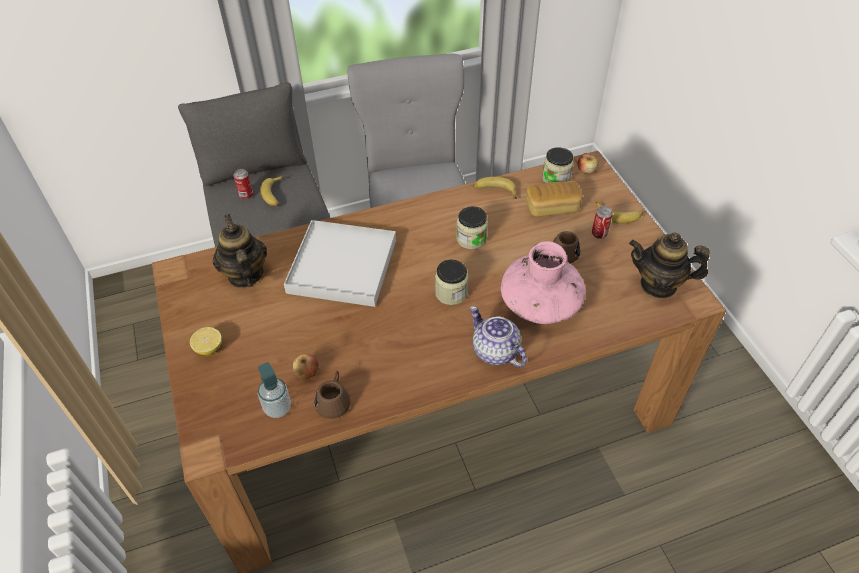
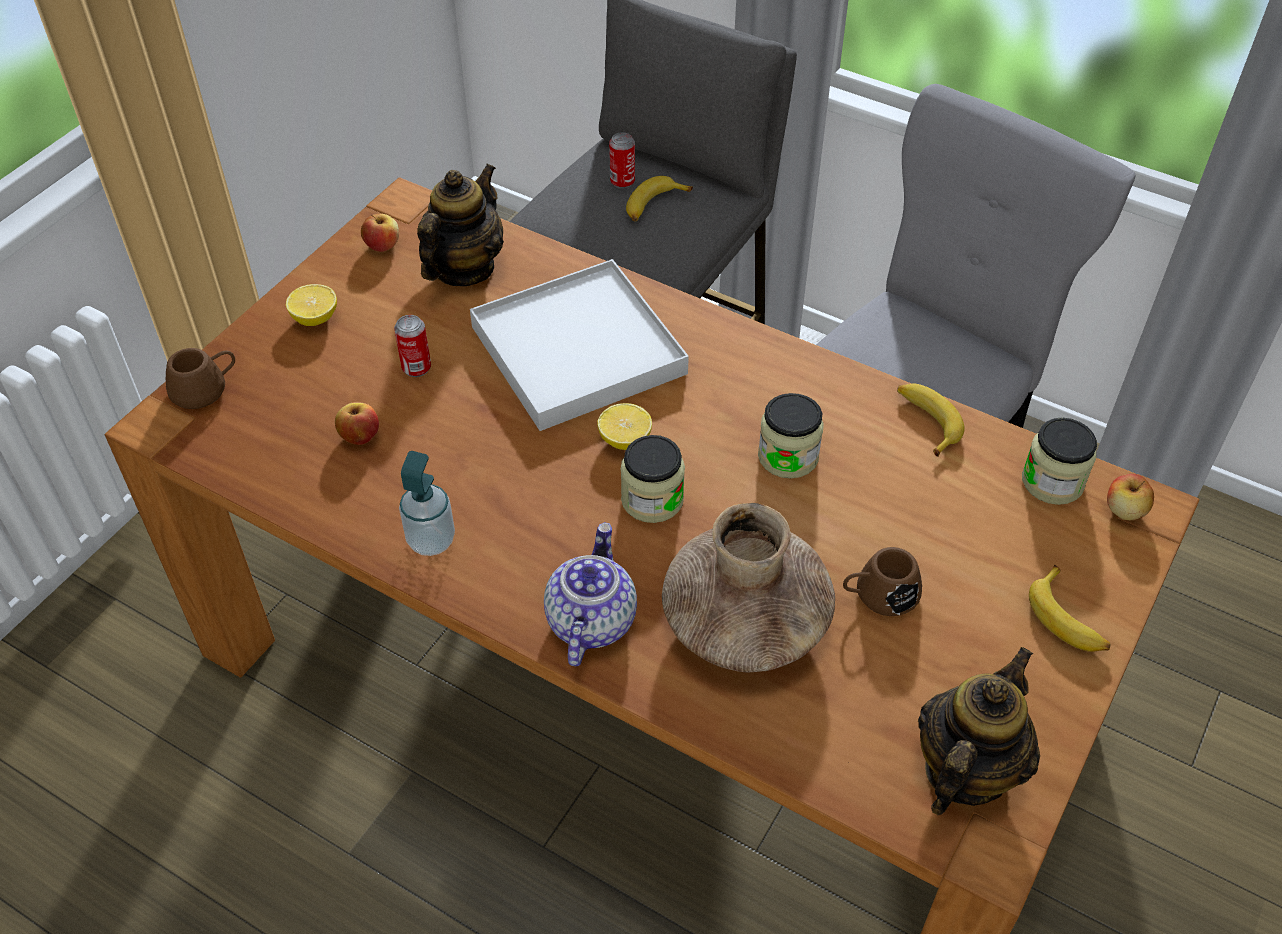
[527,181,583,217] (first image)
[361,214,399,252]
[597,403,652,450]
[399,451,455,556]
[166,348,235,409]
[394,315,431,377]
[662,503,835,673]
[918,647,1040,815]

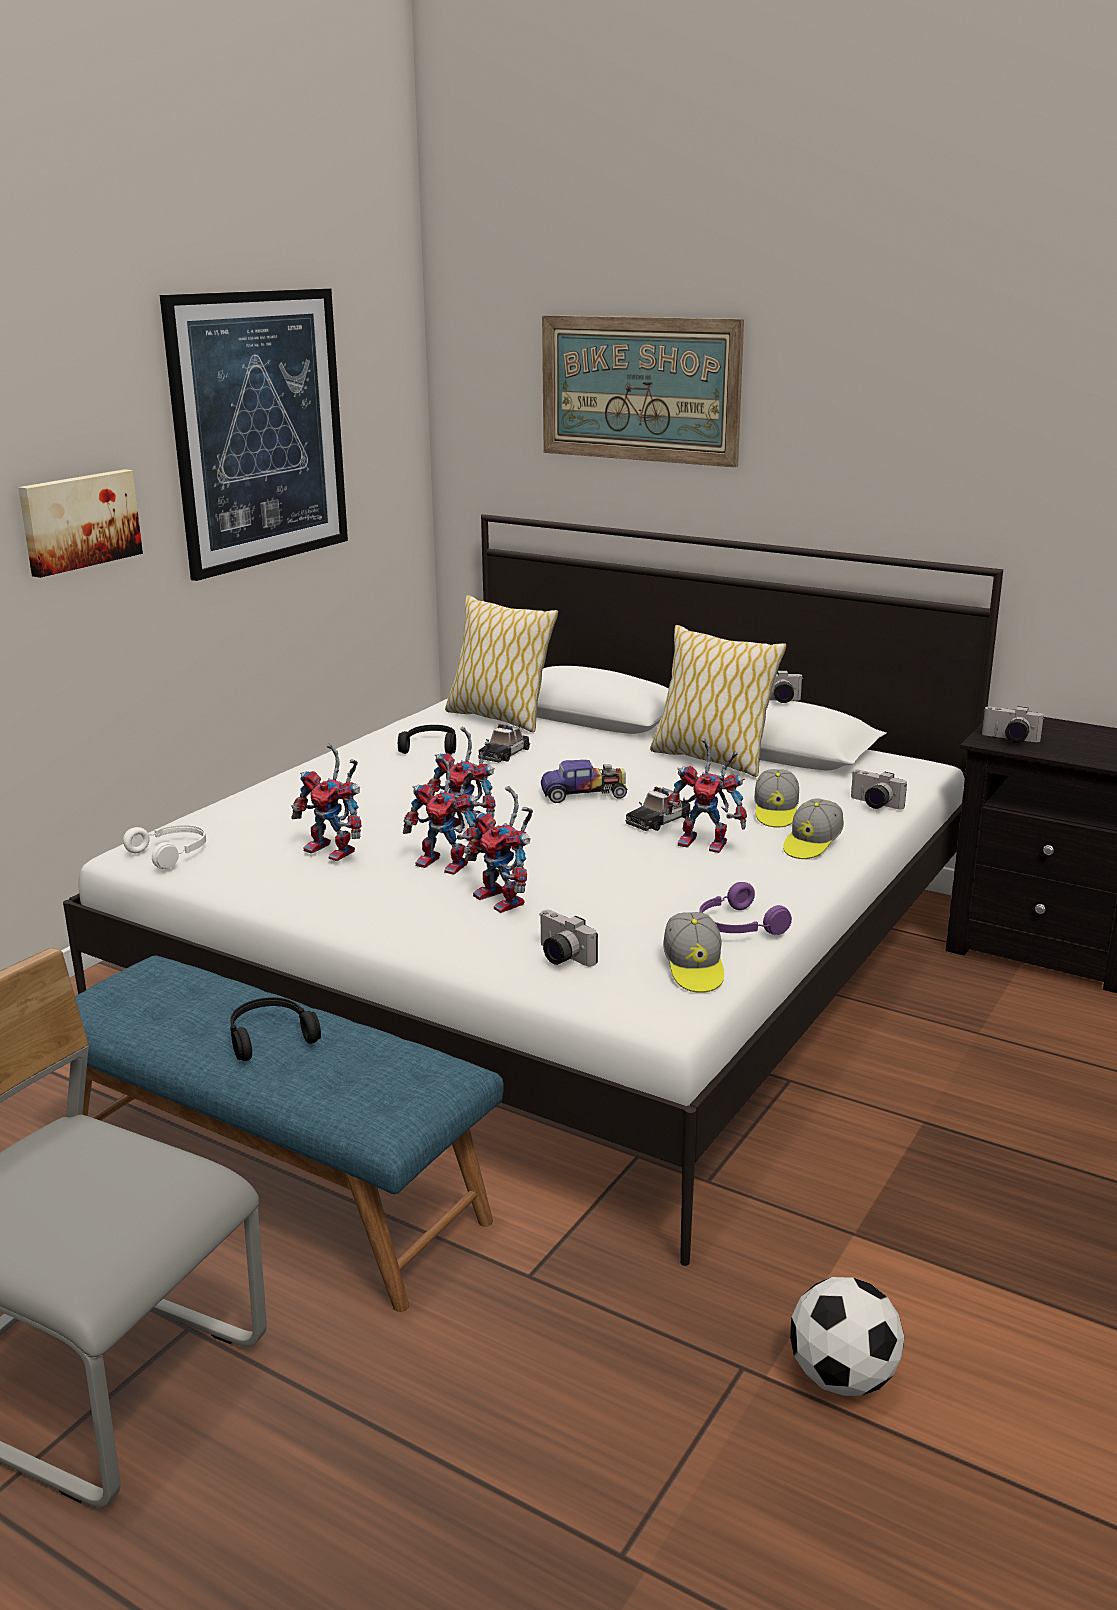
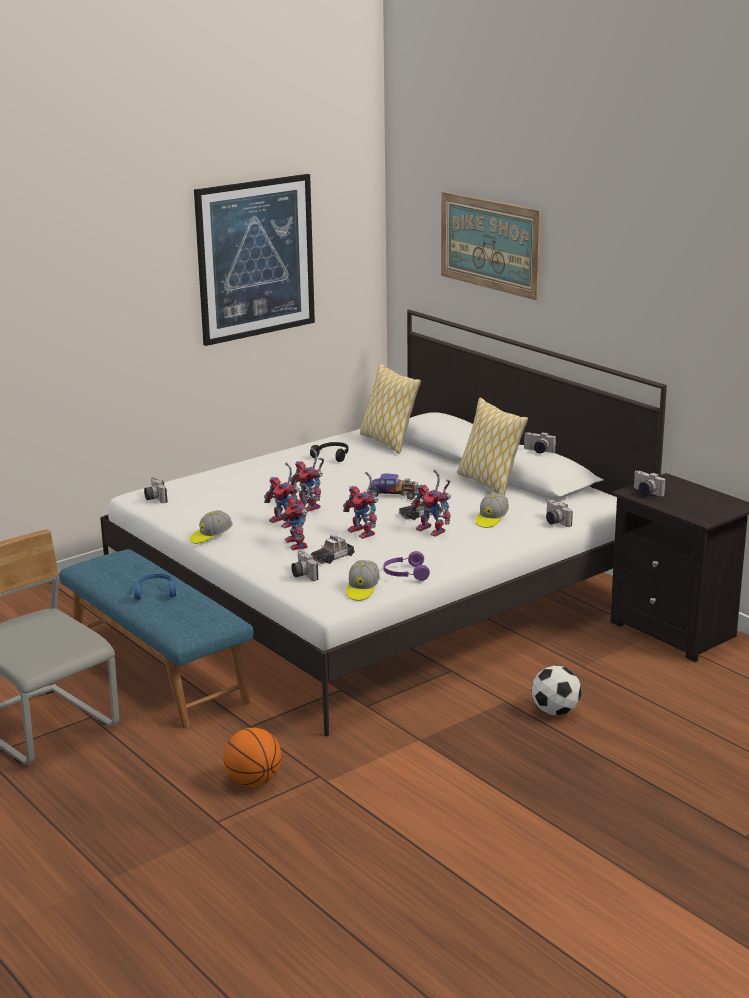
[18,469,143,578] (first image)
[223,728,282,787]
[343,472,380,539]
[311,536,355,564]
[189,510,233,544]
[532,666,581,715]
[144,477,168,503]
[134,574,176,600]

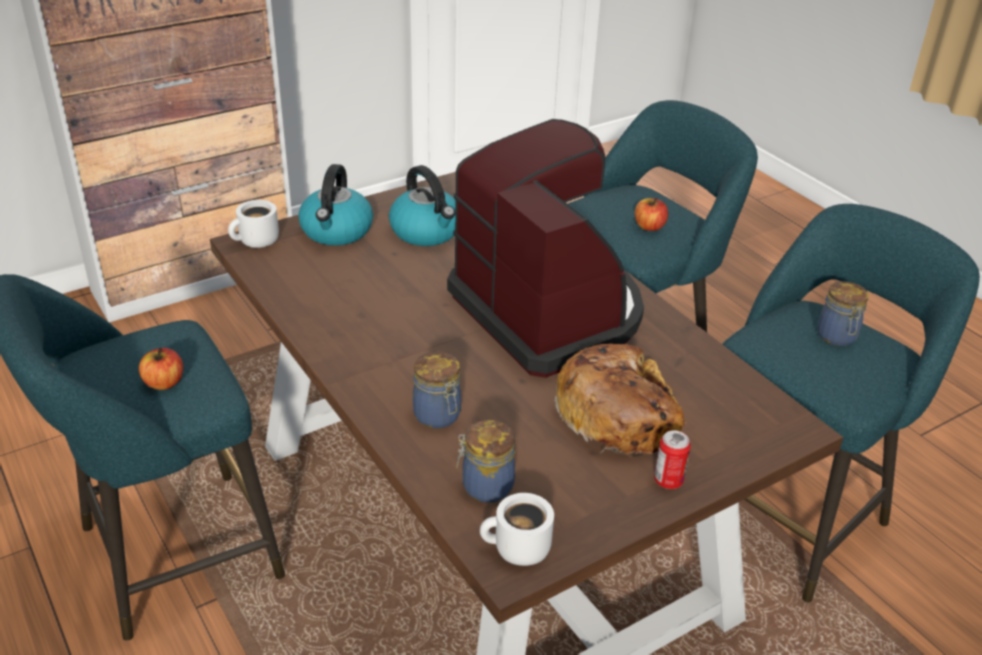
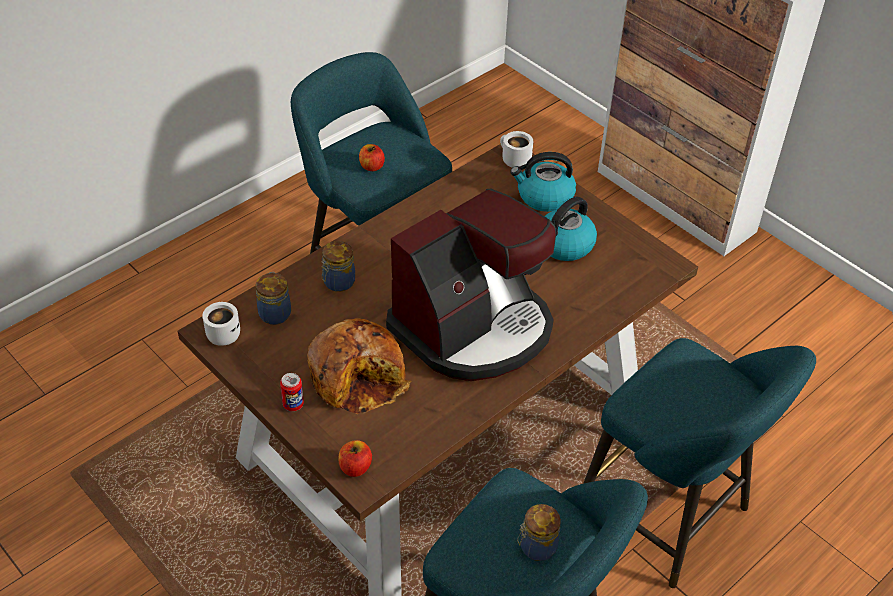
[338,440,372,477]

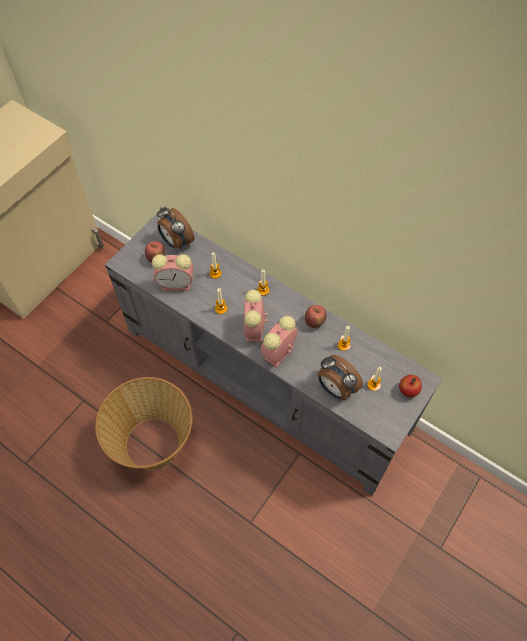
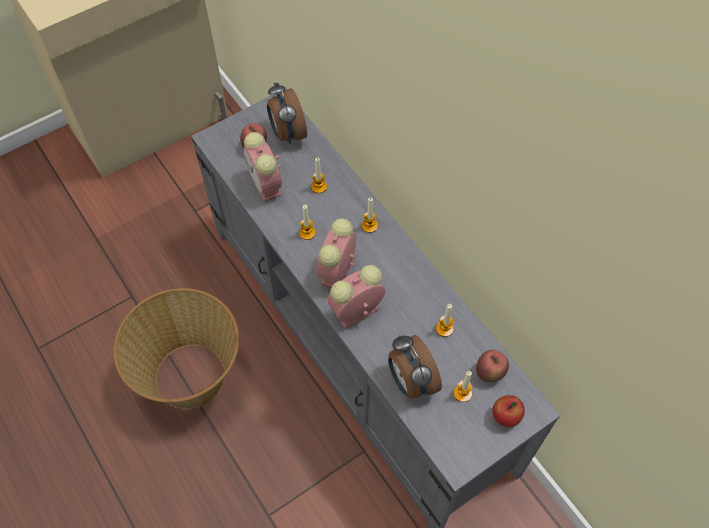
[476,350,509,382]
[243,132,282,202]

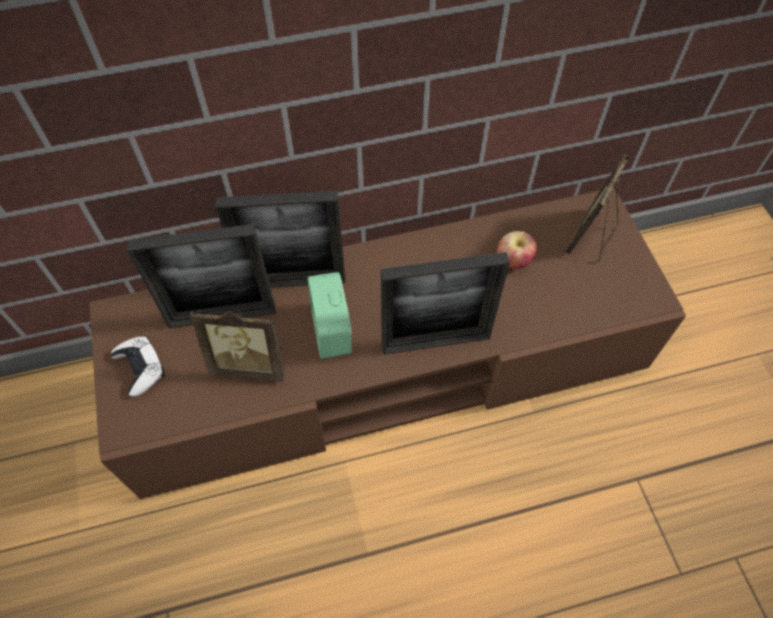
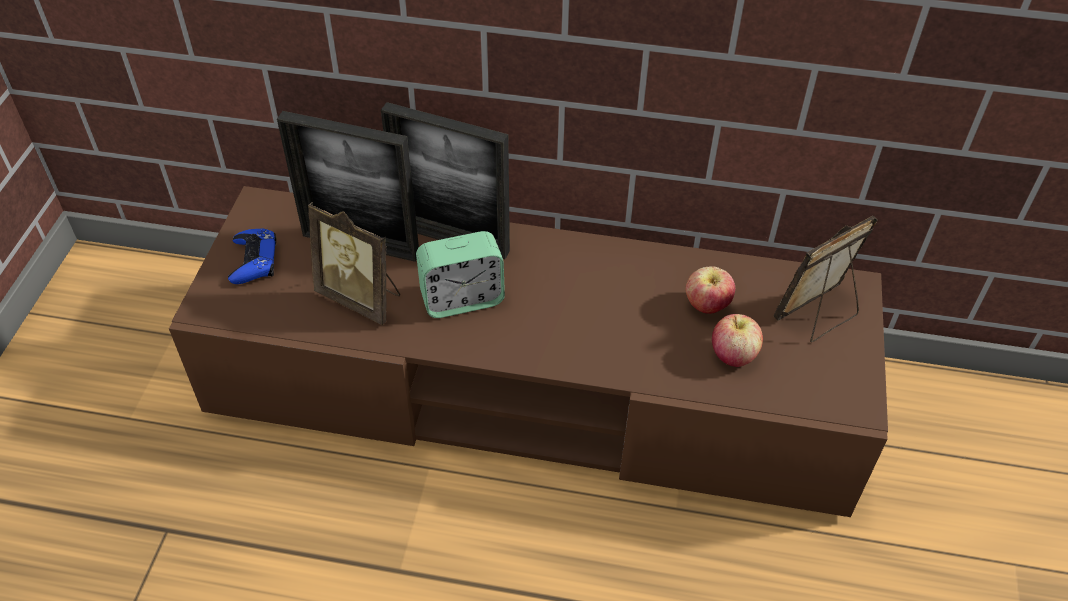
[381,252,510,355] (first image)
[712,314,763,367]
[228,229,276,284]
[416,231,505,318]

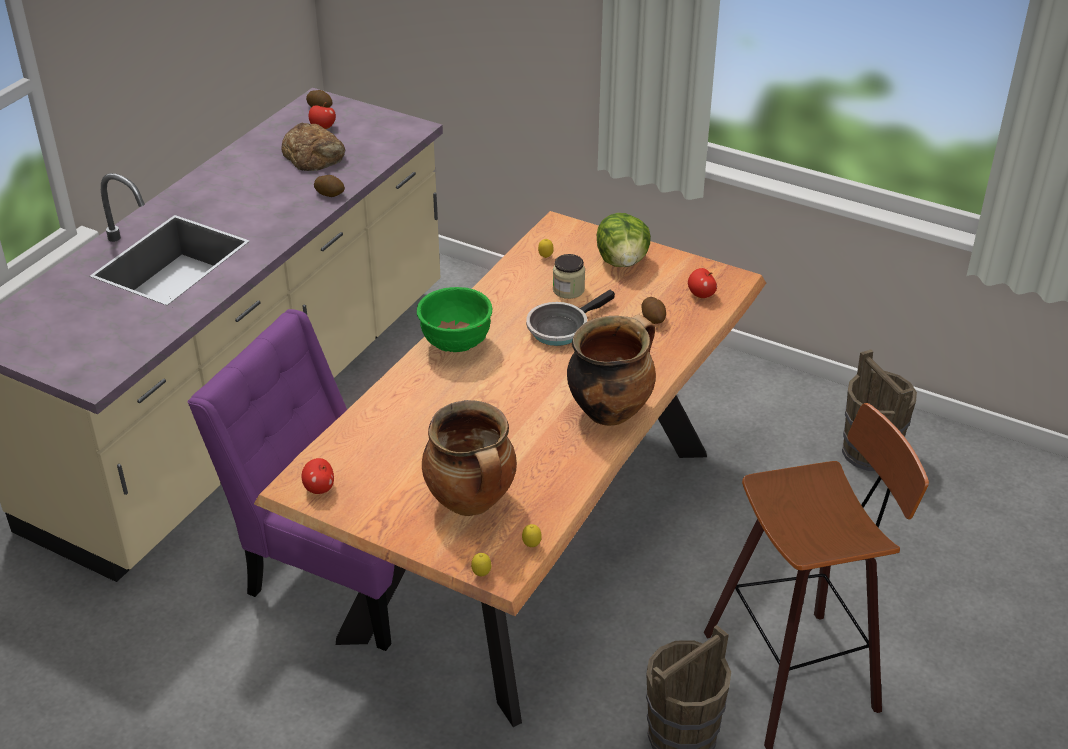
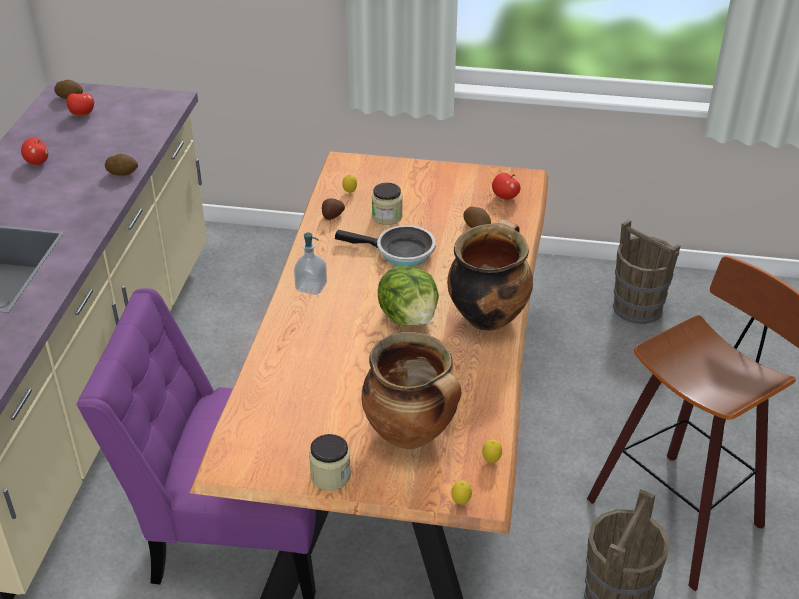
[281,123,345,171] (first image)
[309,434,351,491]
[322,198,345,220]
[21,137,48,165]
[378,265,439,326]
[294,232,327,295]
[335,225,436,267]

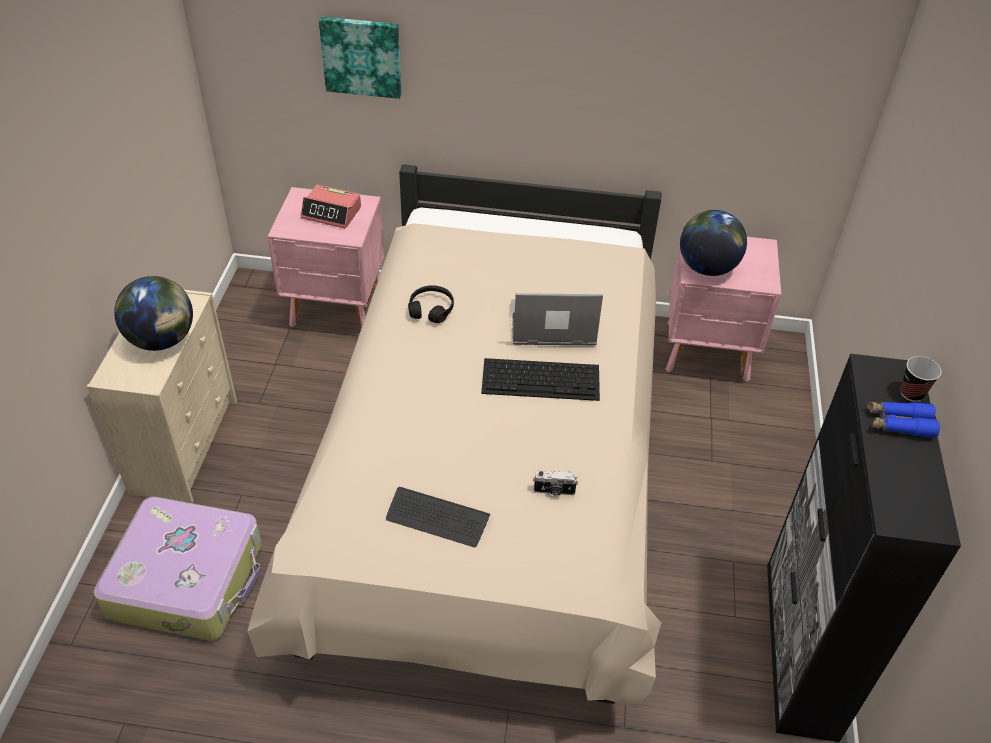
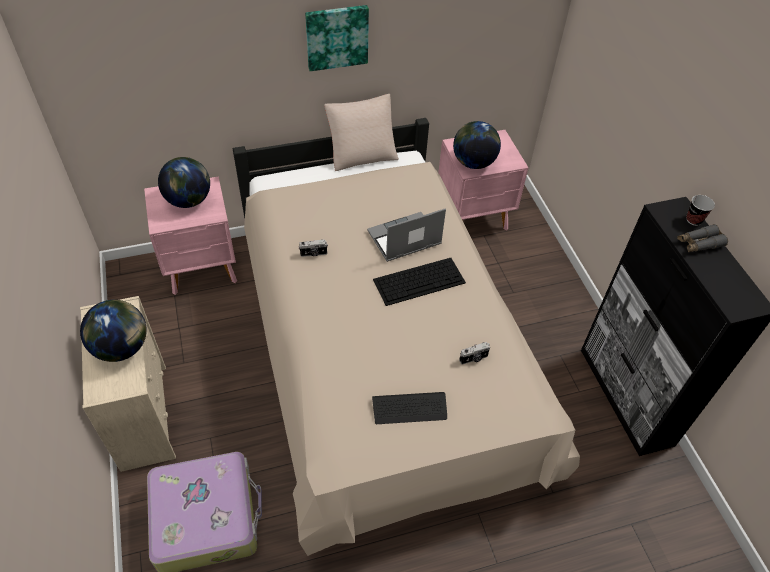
[324,94,399,171]
[305,5,369,71]
[158,157,210,208]
[299,239,328,257]
[677,224,728,252]

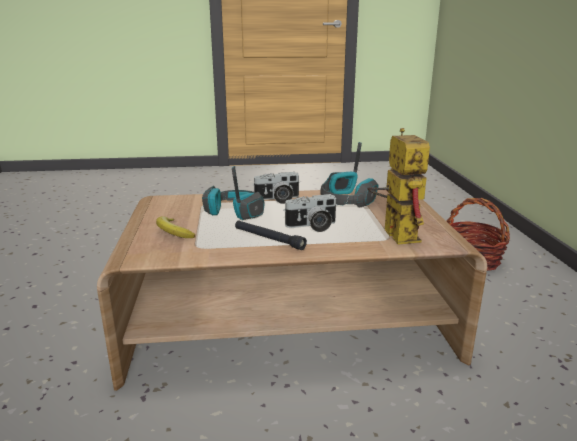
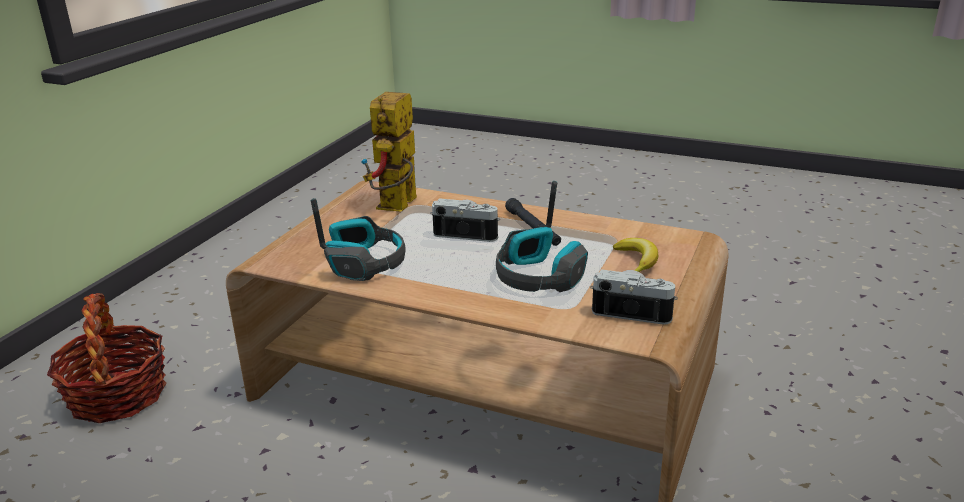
[590,269,678,325]

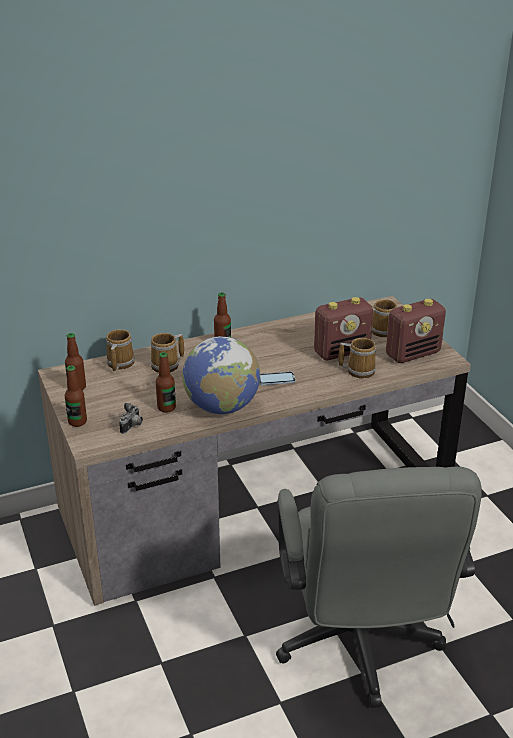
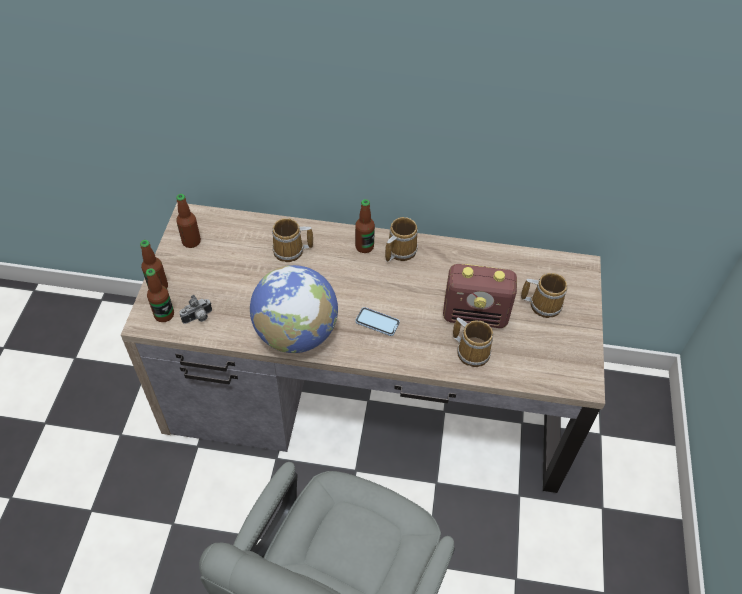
[386,299,446,363] (first image)
[385,217,418,262]
[146,268,174,322]

